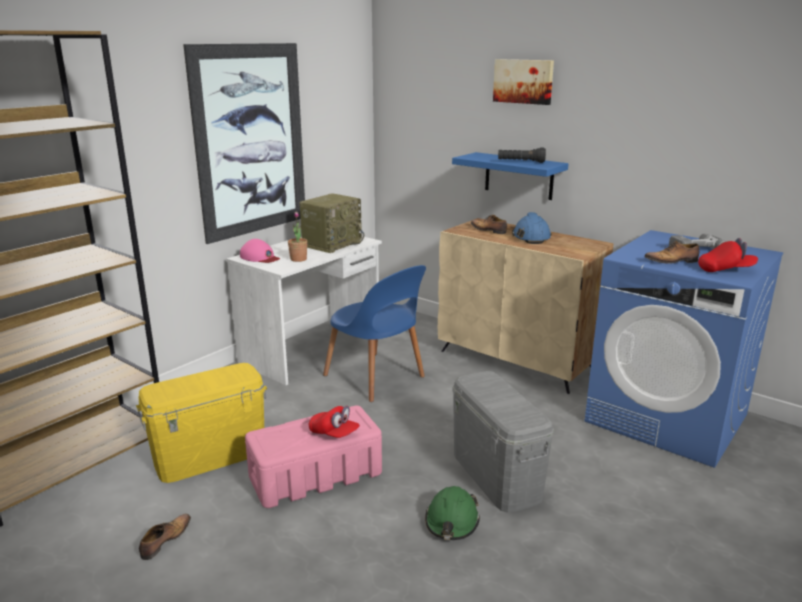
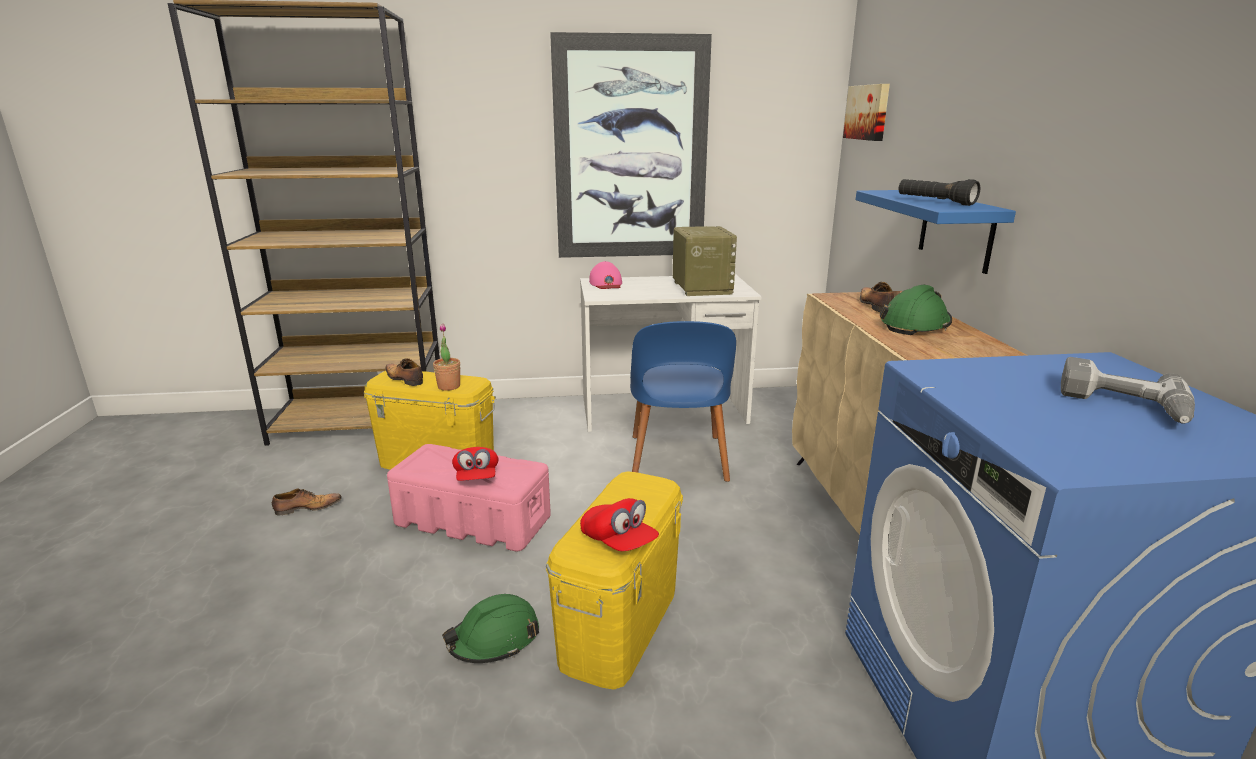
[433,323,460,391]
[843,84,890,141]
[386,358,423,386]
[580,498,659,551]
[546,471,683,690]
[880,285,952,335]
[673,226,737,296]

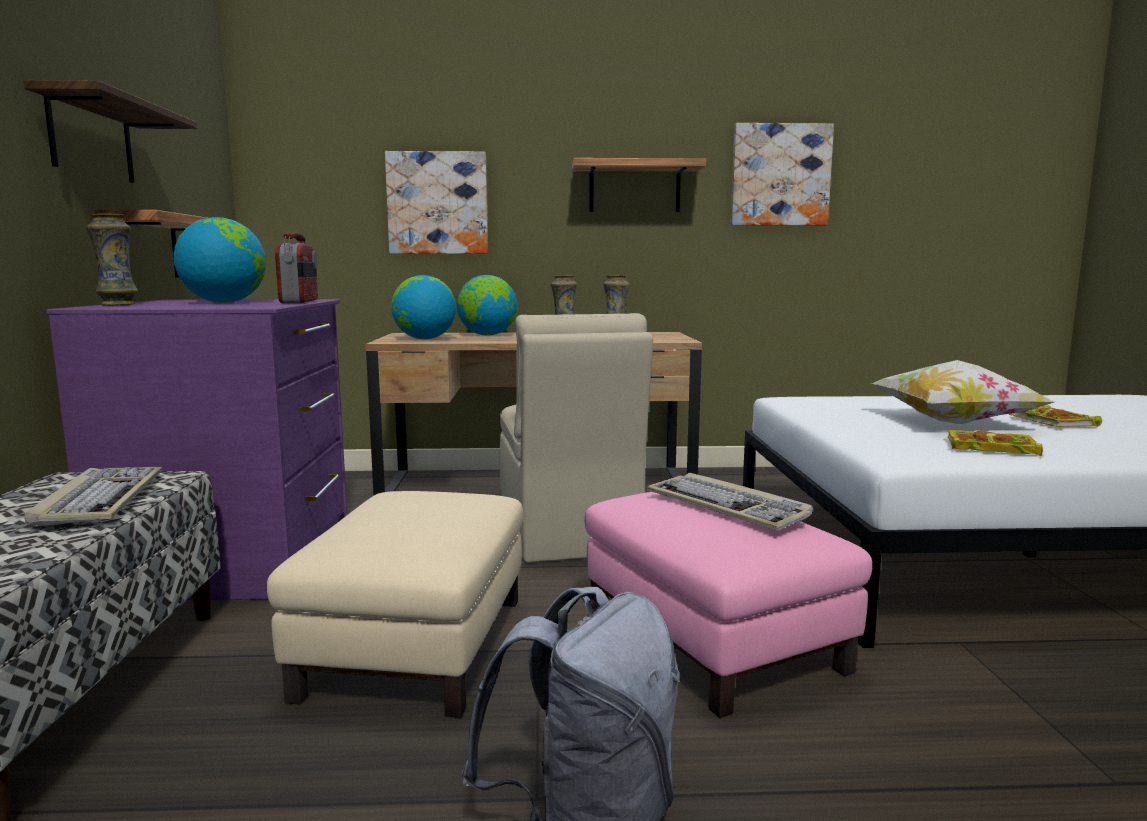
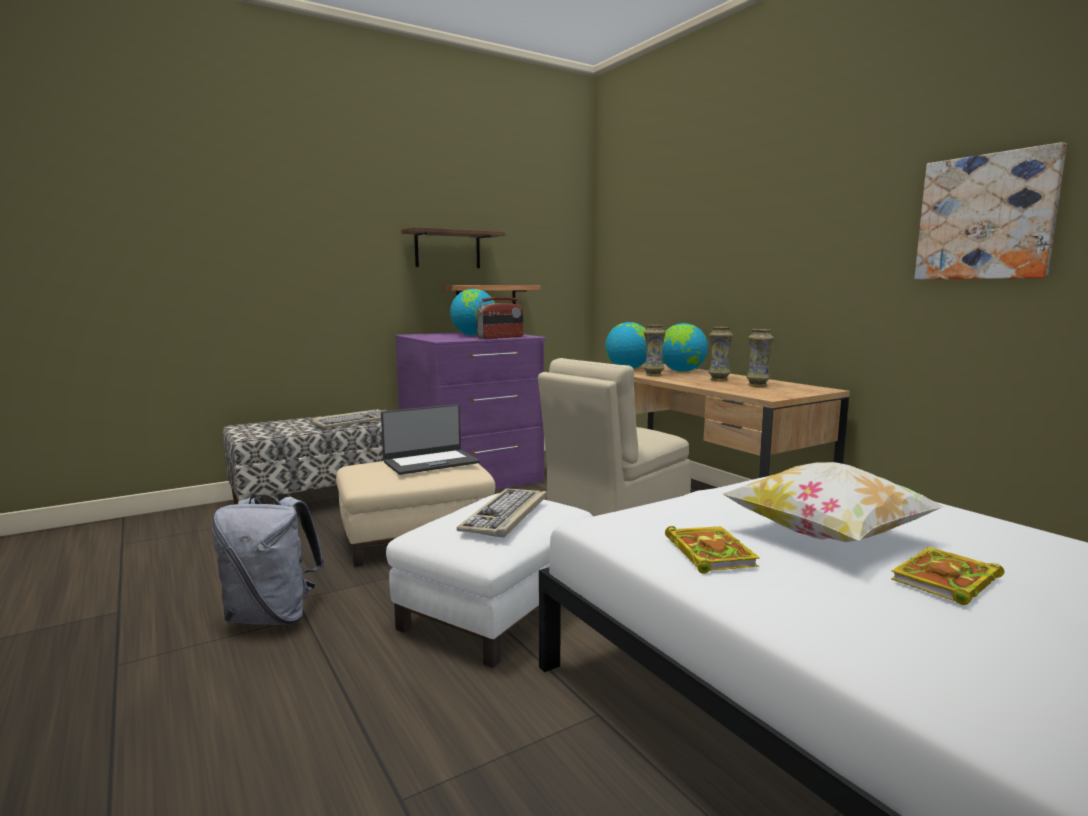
[385,151,488,254] (first image)
[572,158,706,212] (first image)
[381,404,480,475]
[644,325,665,376]
[386,493,593,668]

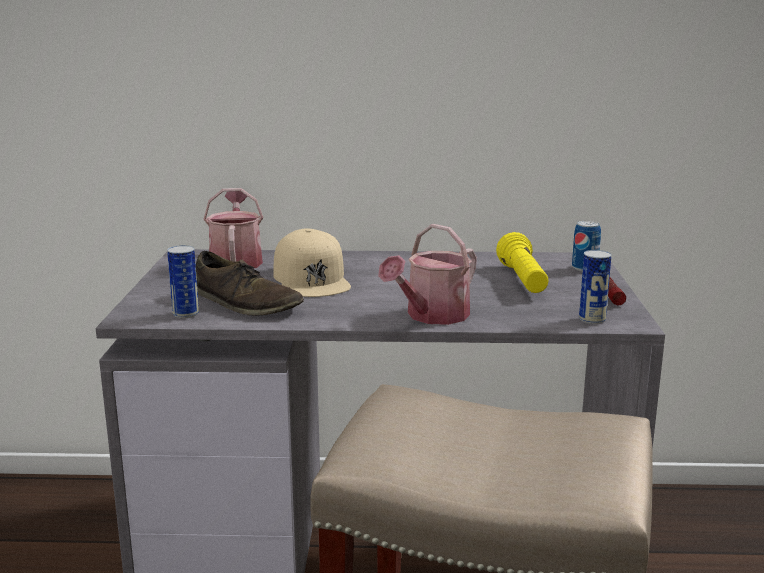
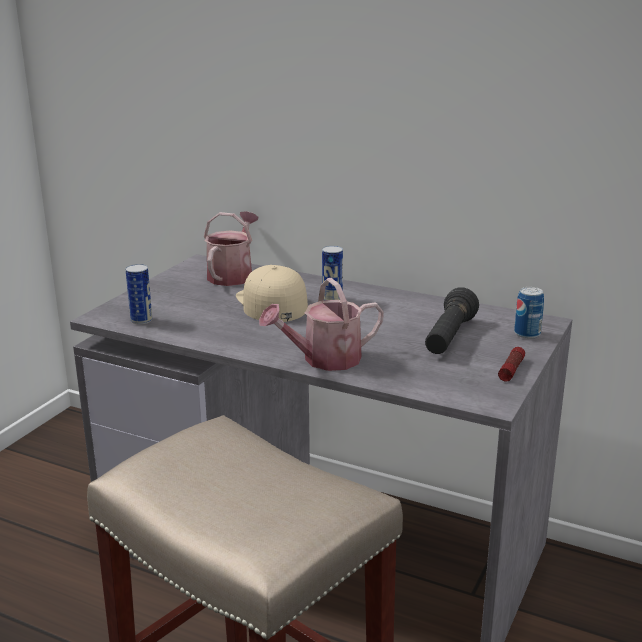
[196,251,304,315] (first image)
[322,246,343,300]
[425,288,479,354]
[236,265,308,322]

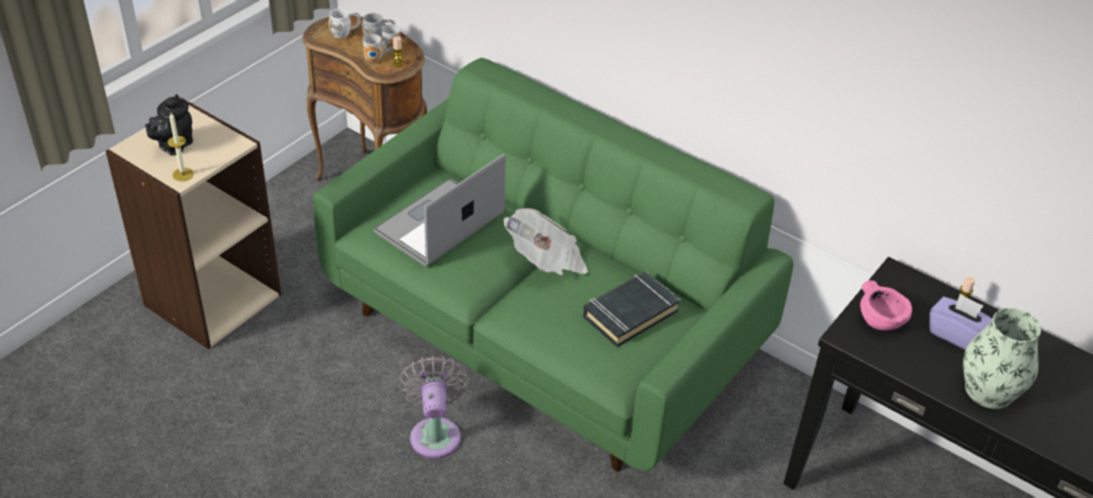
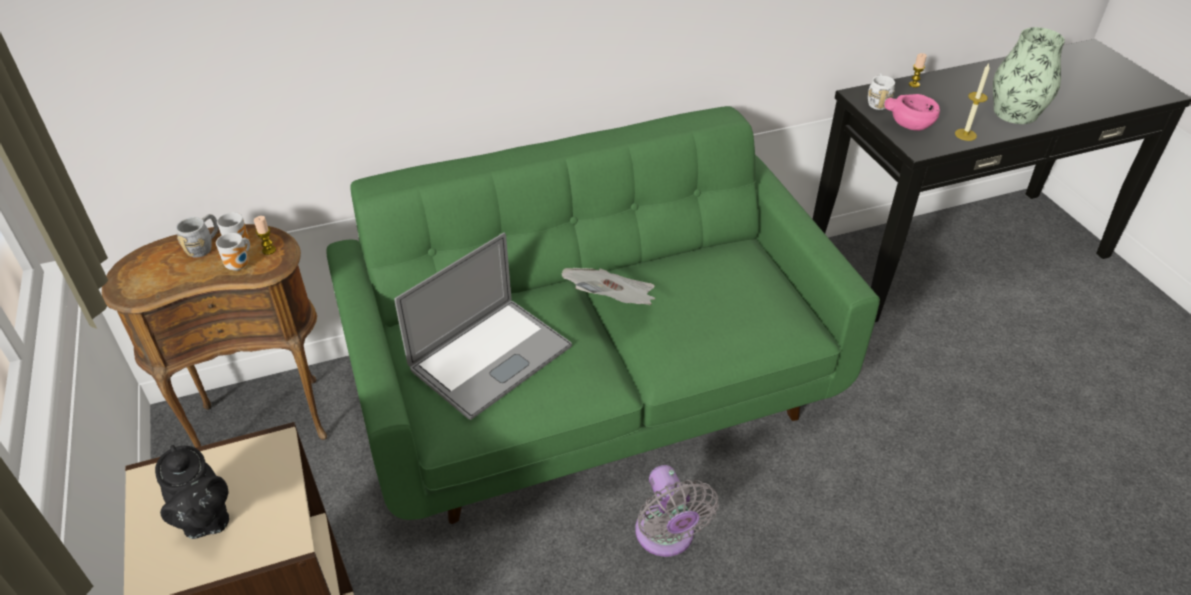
[583,271,681,347] (first image)
[930,294,992,350] (first image)
[955,64,990,141]
[868,74,895,110]
[394,232,572,420]
[635,465,719,557]

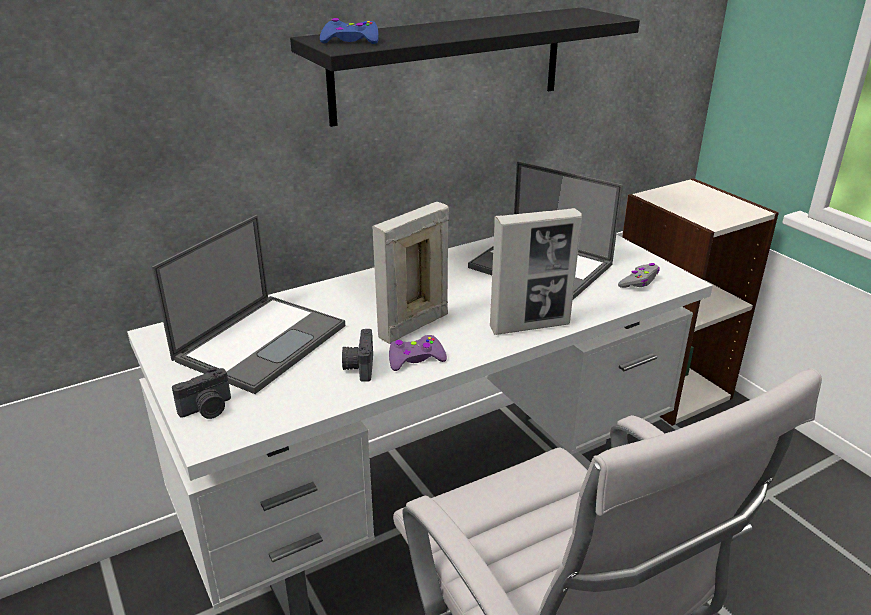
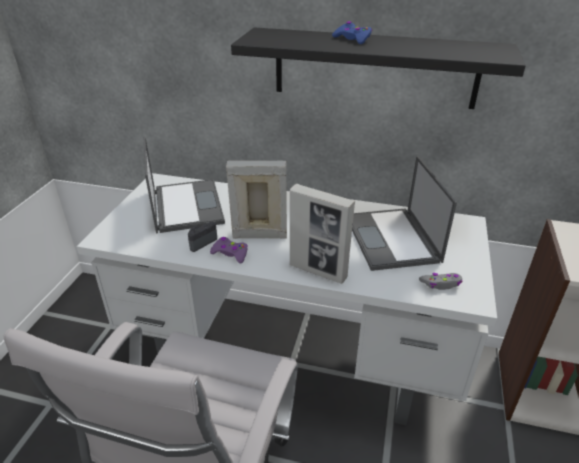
[172,367,231,419] (first image)
[332,21,372,44]
[144,137,225,233]

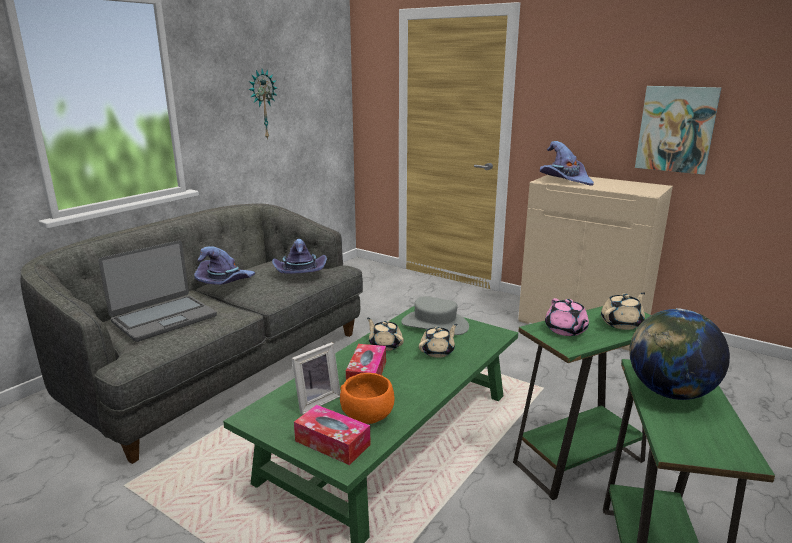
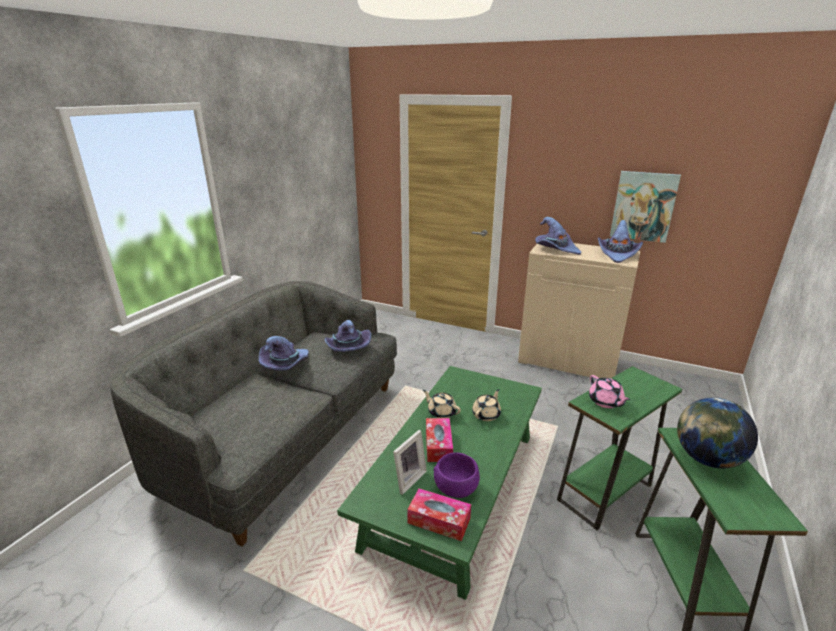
[98,240,217,342] (first image)
[249,69,277,140] (first image)
[401,296,469,335] (first image)
[601,292,645,330] (first image)
[598,220,643,263]
[433,452,480,498]

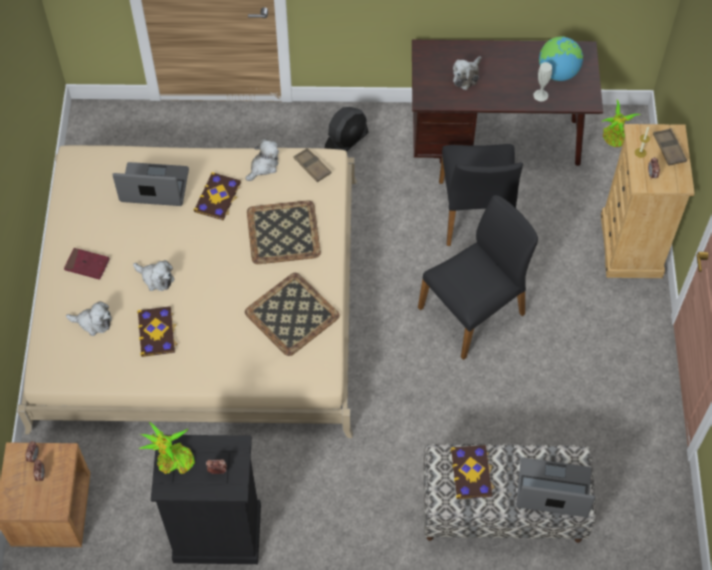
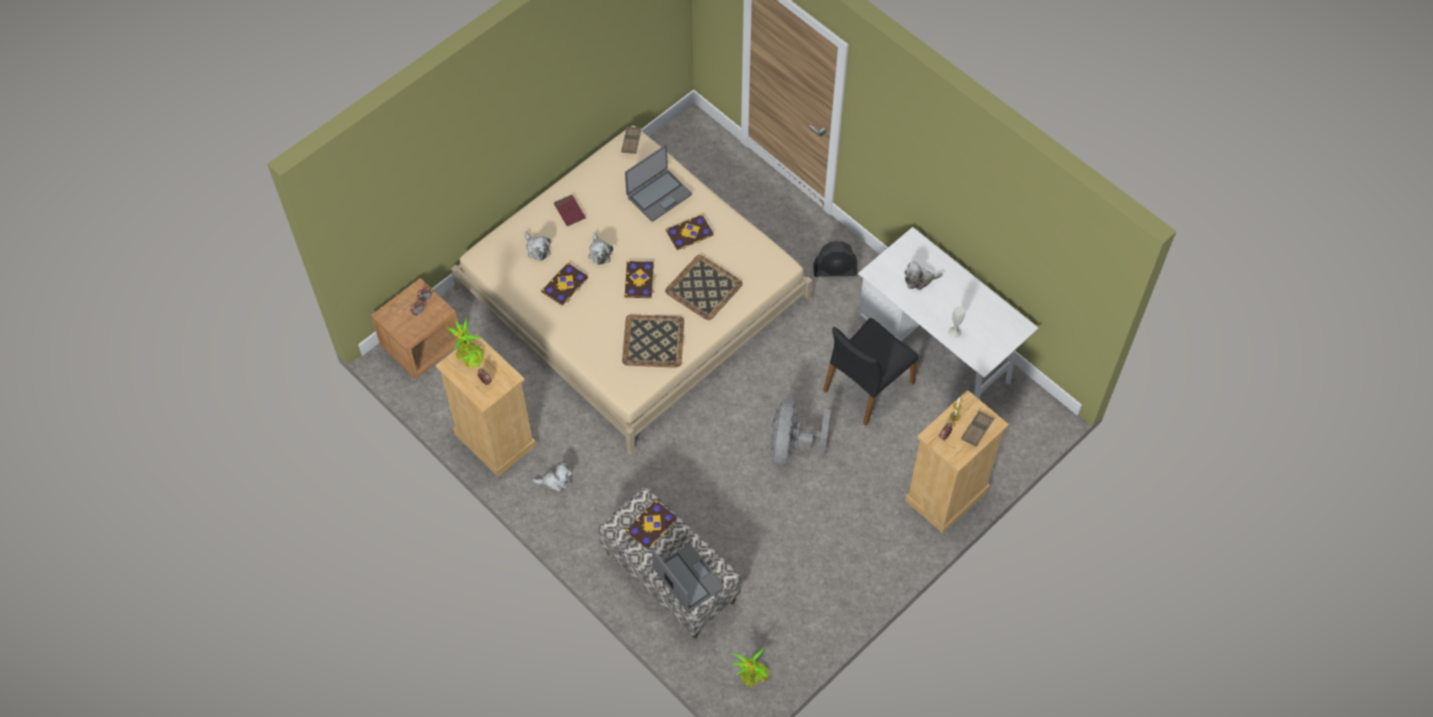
[539,36,583,81] (first image)
[624,261,656,298]
[533,462,572,492]
[621,126,642,154]
[732,647,769,687]
[770,399,831,465]
[435,333,536,477]
[858,227,1038,400]
[625,145,692,222]

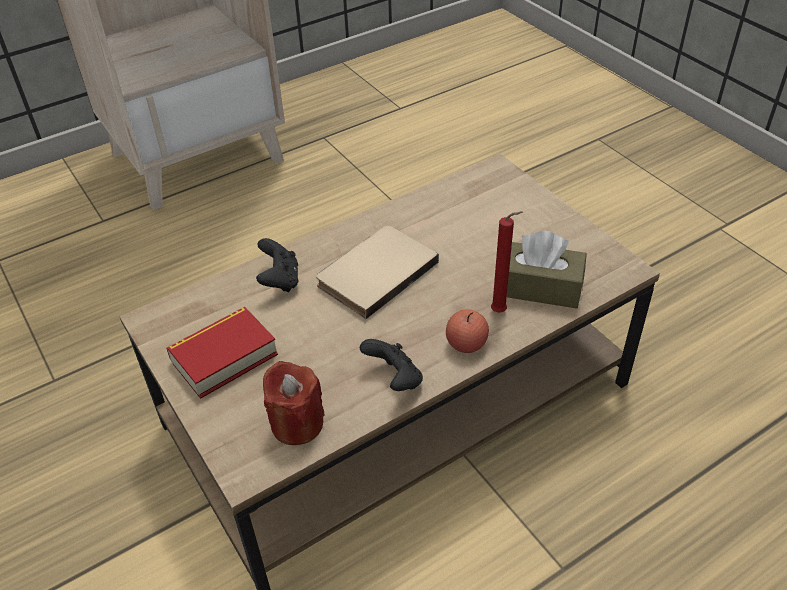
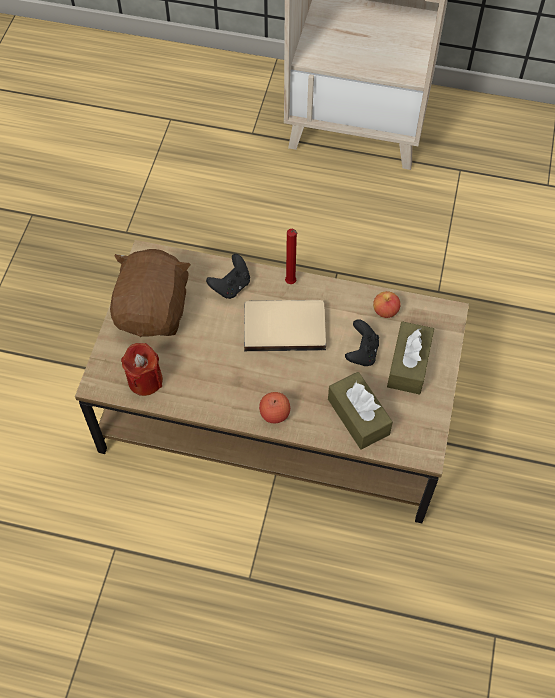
[373,291,401,318]
[387,321,434,395]
[345,319,379,366]
[285,229,297,284]
[110,249,191,337]

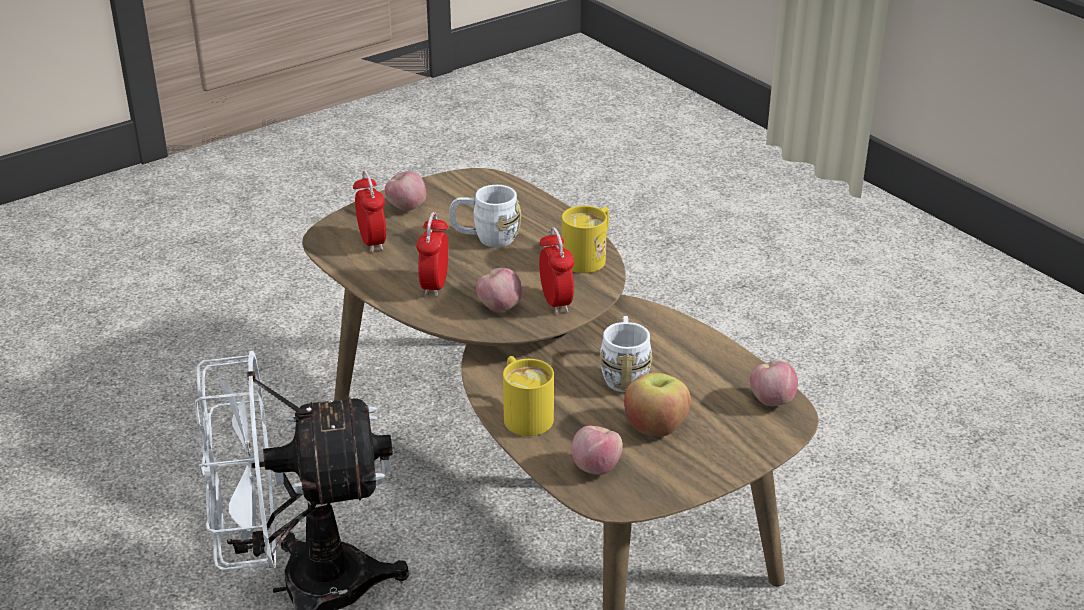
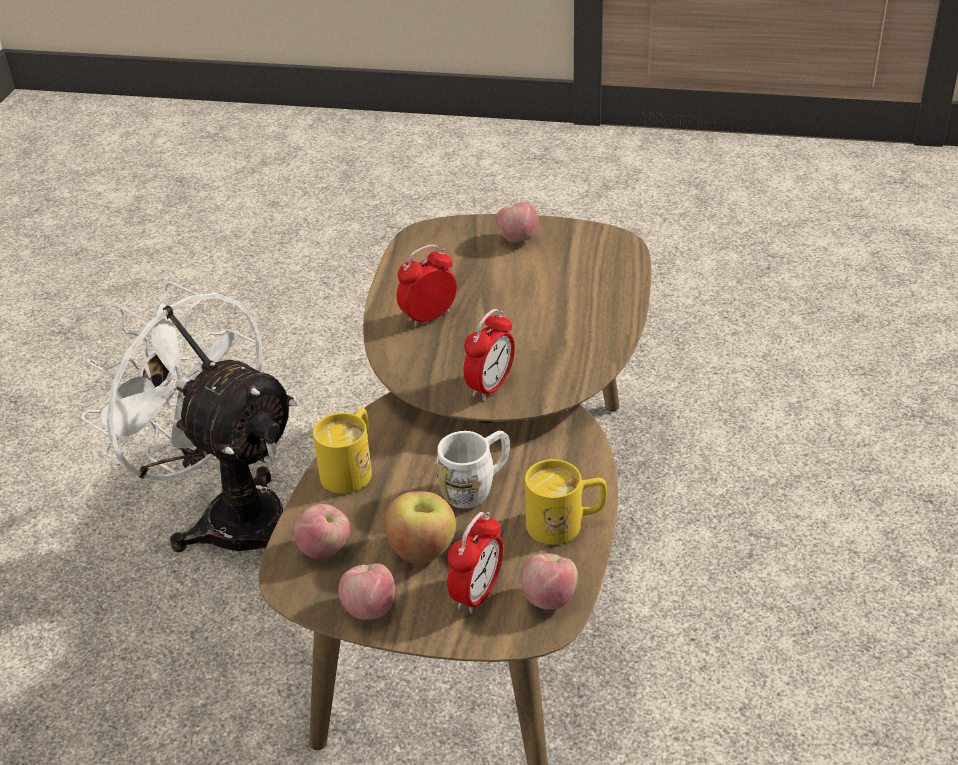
[449,185,521,247] (first image)
[447,512,503,614]
[338,563,395,620]
[525,459,607,545]

